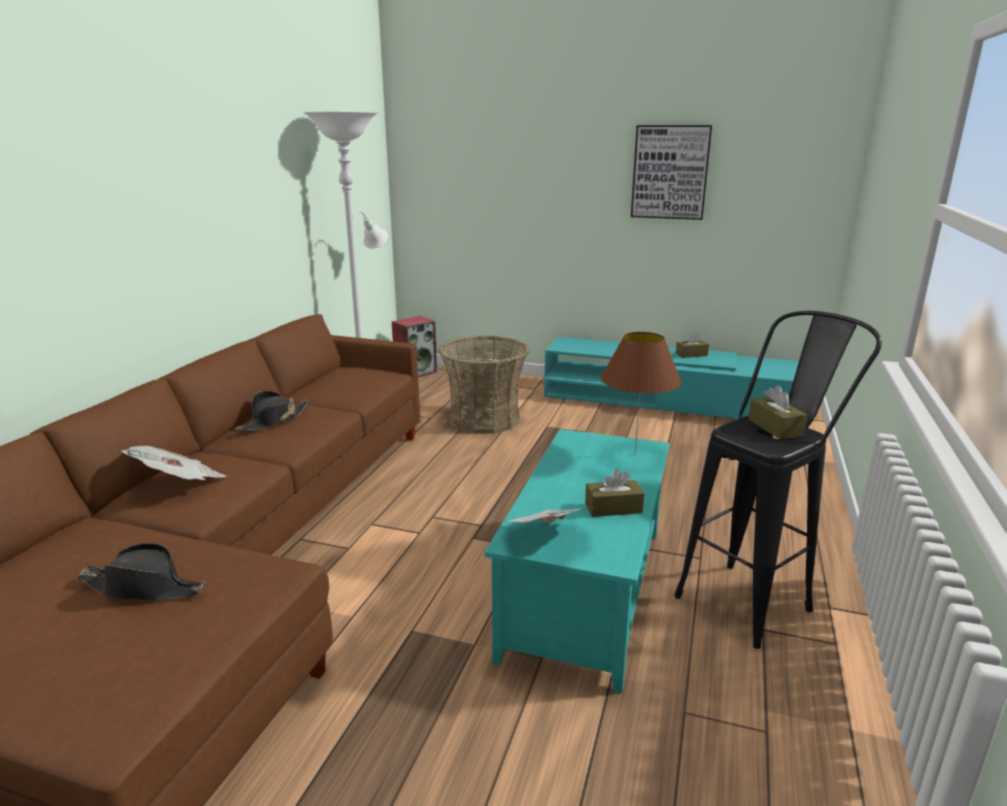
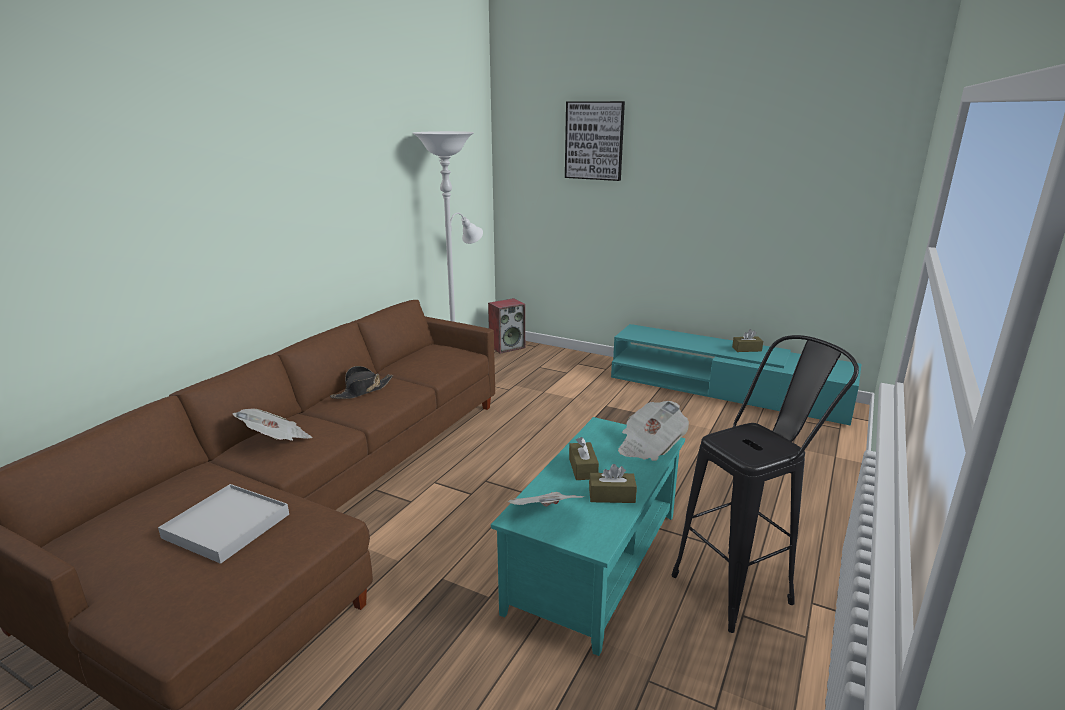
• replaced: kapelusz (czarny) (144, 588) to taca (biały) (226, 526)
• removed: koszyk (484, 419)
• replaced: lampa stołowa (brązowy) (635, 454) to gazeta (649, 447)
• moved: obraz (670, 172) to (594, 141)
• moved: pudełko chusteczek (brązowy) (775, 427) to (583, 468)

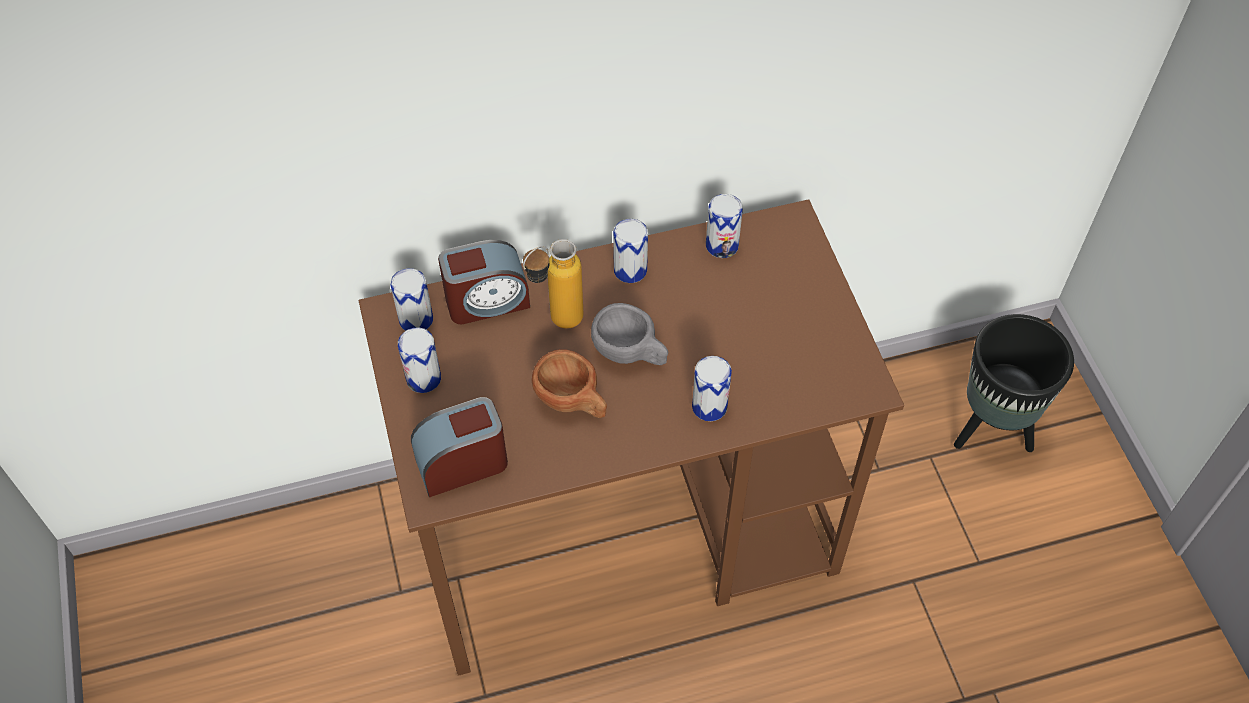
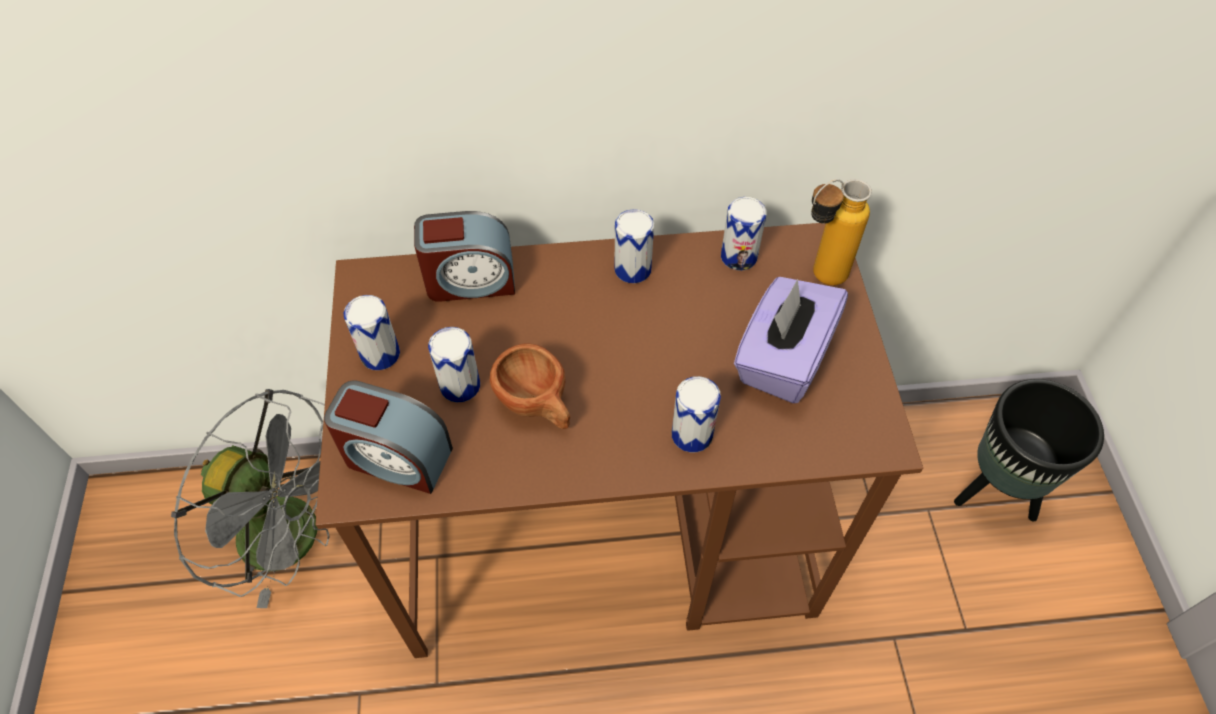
• moved: puszka (416, 319) to (460, 385)
• turned: budzik (462, 463) = (396, 457) 150 degrees counterclockwise
• moved: butelka (555, 323) to (817, 279)
• removed: filiżanka (szary) (631, 353)
• added: wentylator (szary) (296, 538)
• added: pudełko chusteczek (fioletowy) (782, 358)

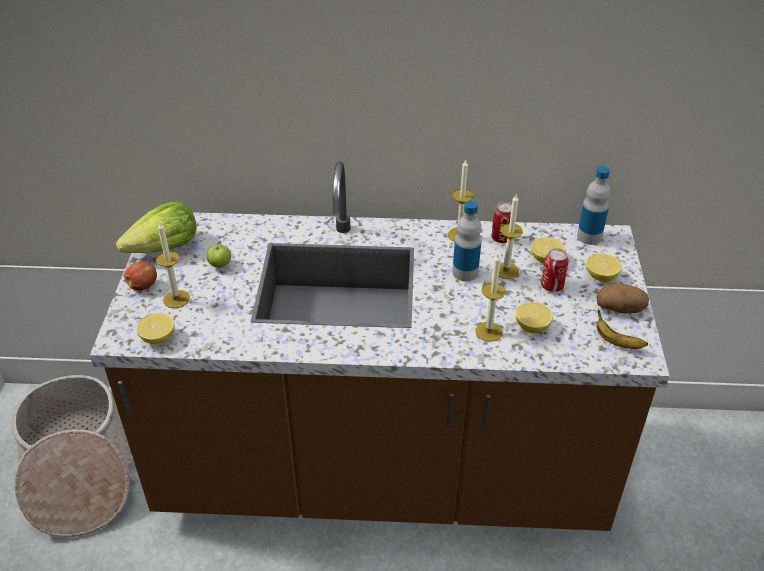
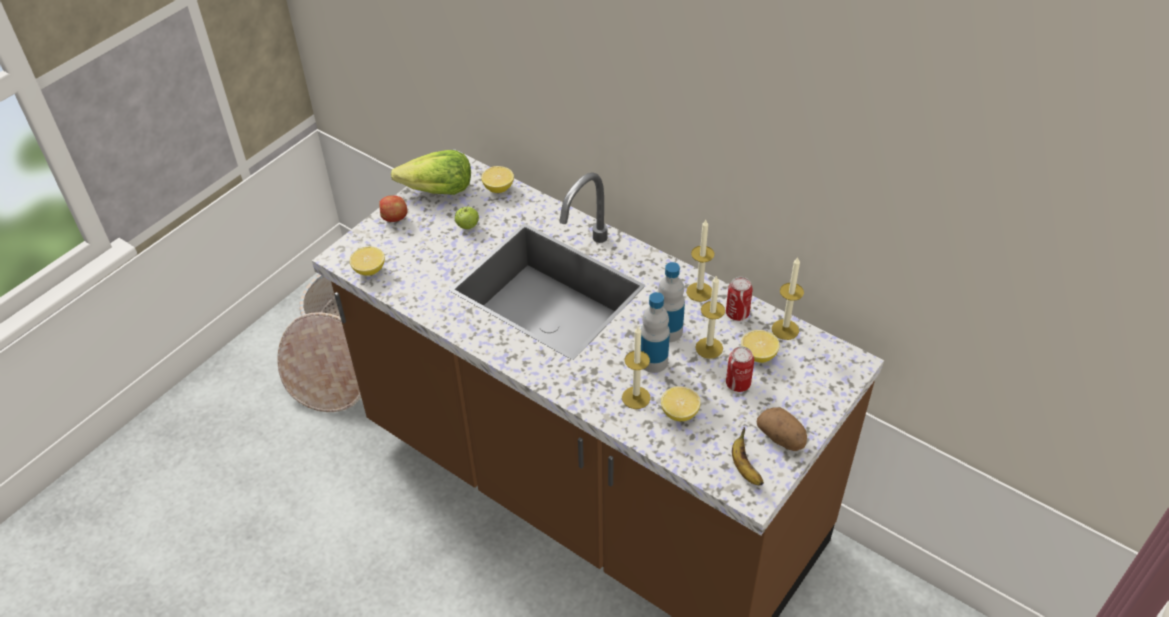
• moved: świeca (176, 299) to (785, 329)
• moved: butelka (589, 237) to (653, 361)
• moved: cytryna (601, 276) to (498, 188)

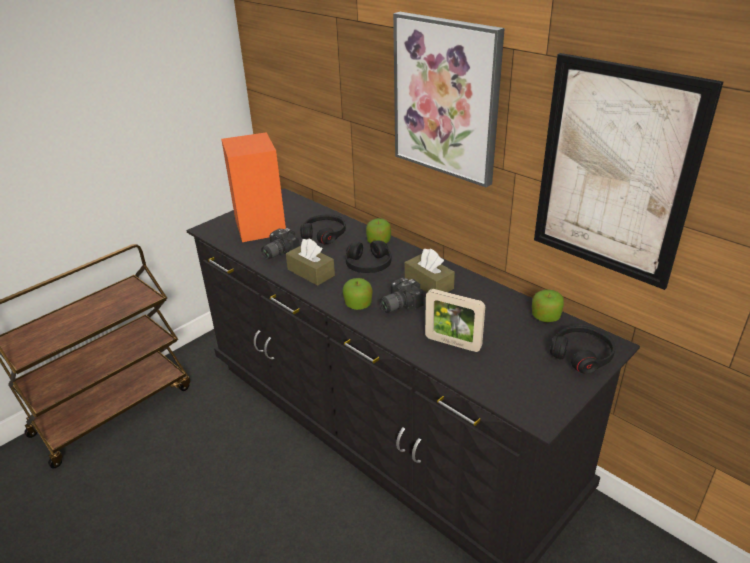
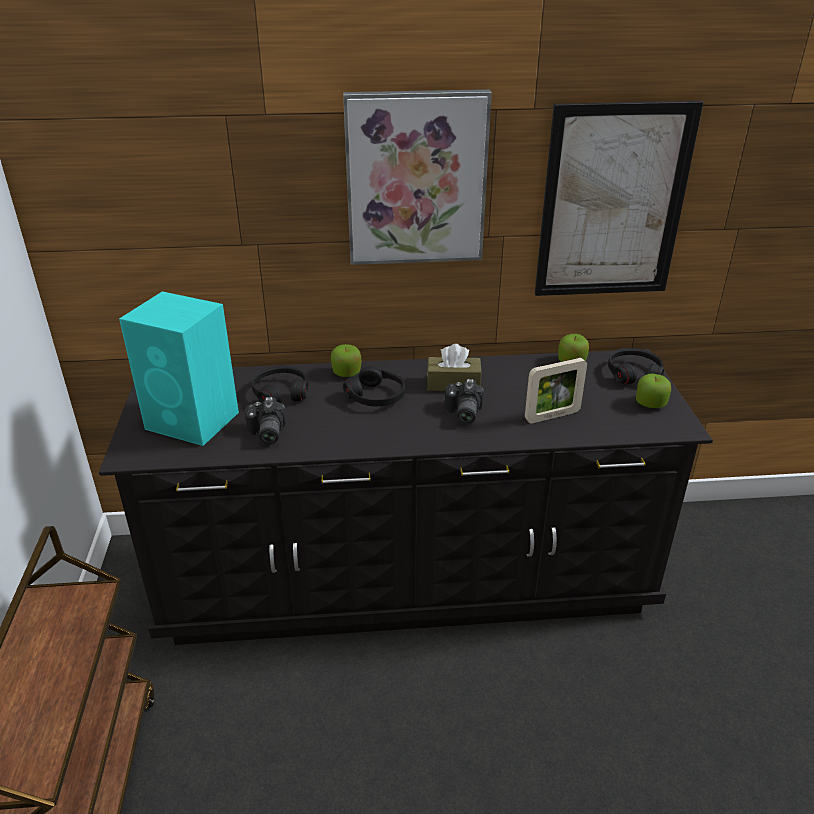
• recoloured: głośnik (pomarańczowy) (260, 227) to głośnik (turkusowy) (194, 421)
• removed: pudełko chusteczek (brązowy) (311, 272)
• moved: jabłko (358, 304) to (650, 403)

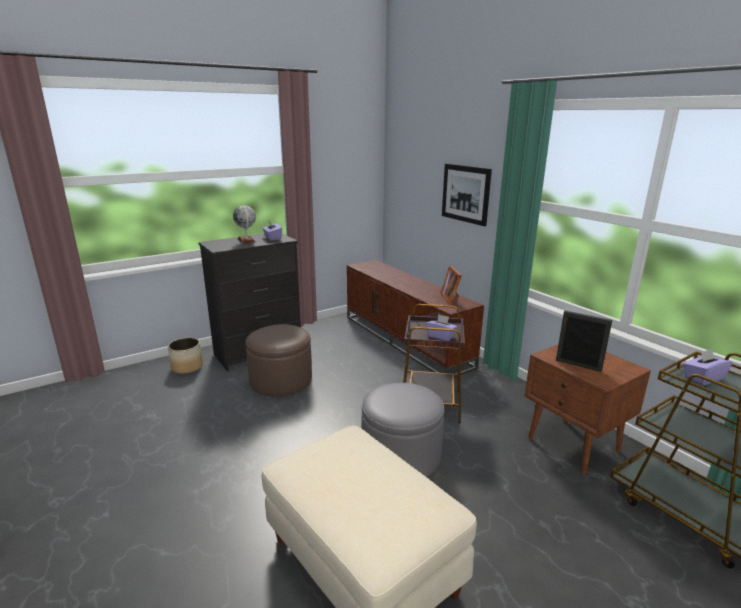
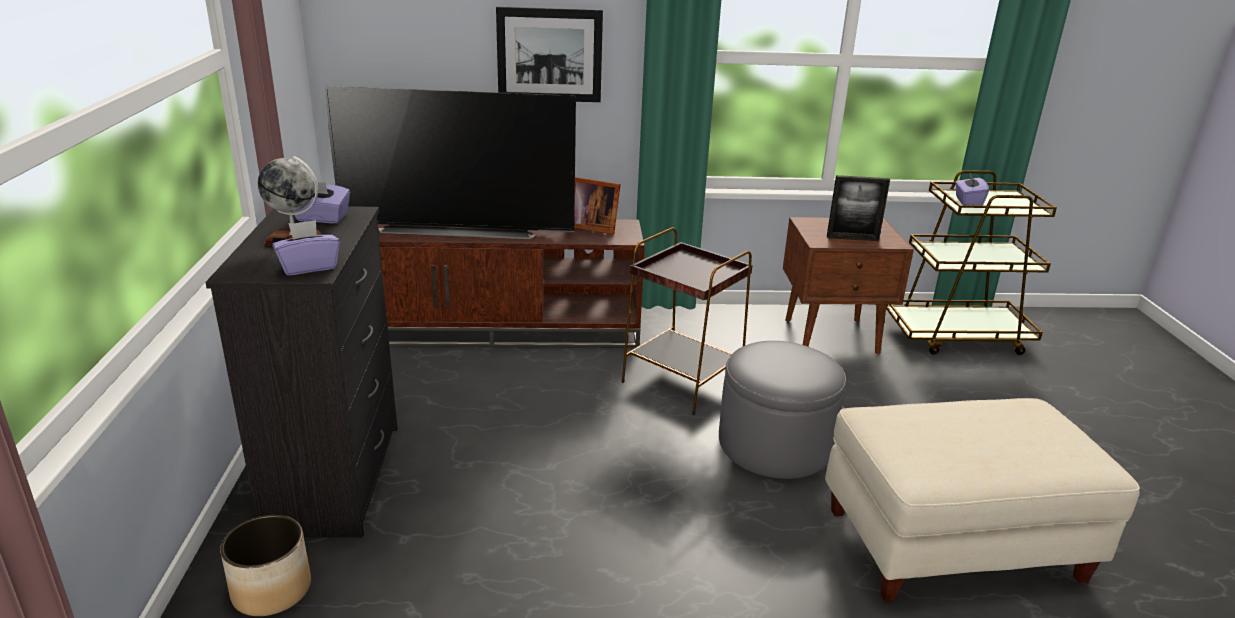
• removed: pufa (brązowy) (281, 380)
• moved: pudełko chusteczek (fioletowy) (441, 336) to (309, 267)
• turned: ramka na zdjęcie (578, 365) = (852, 238) 150 degrees counterclockwise
• added: telewizor (459, 228)

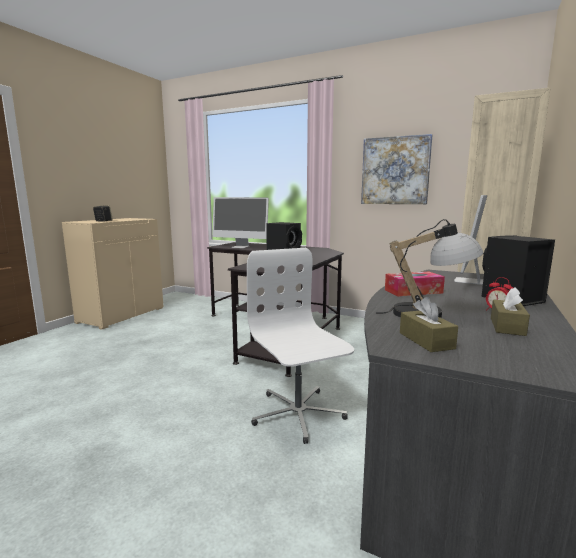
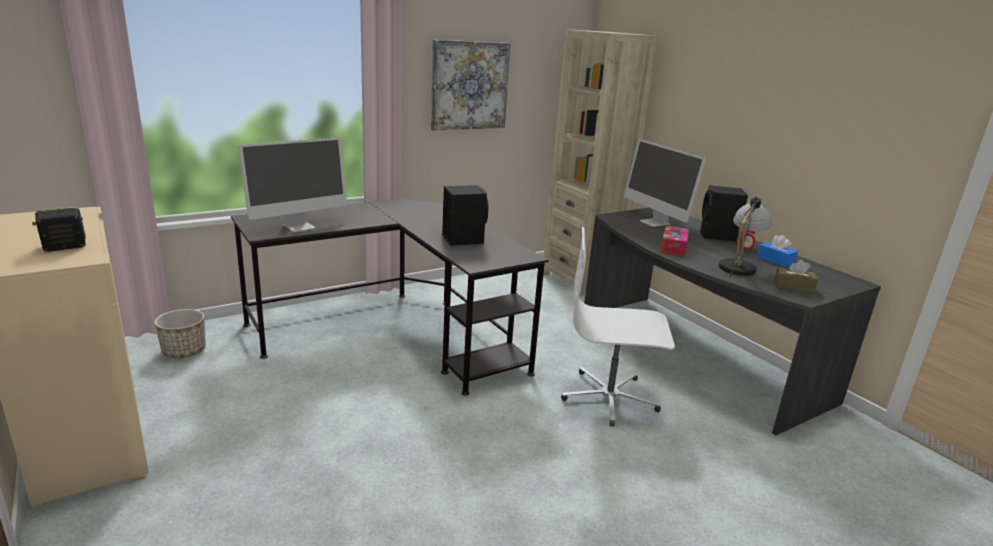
• recoloured: pudełko chusteczek (brązowy) (507, 326) to pudełko chusteczek (niebieski) (775, 261)
• added: donica (184, 351)

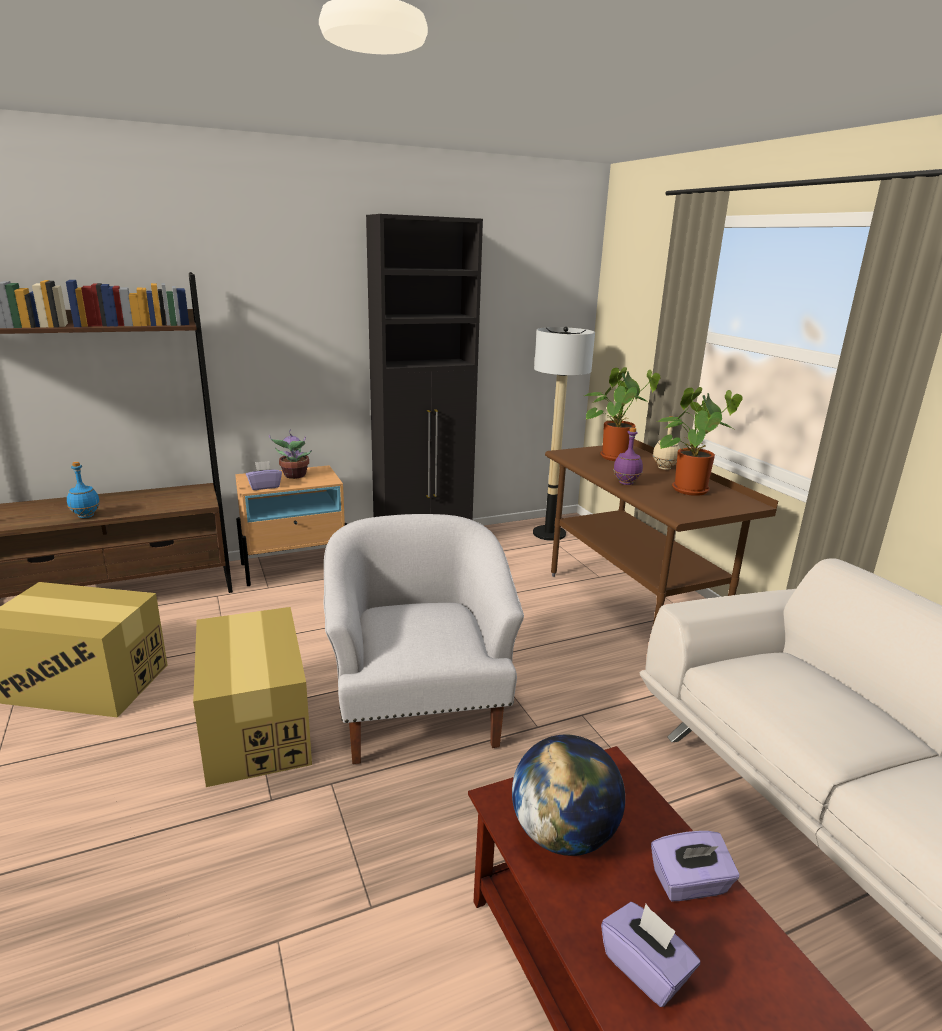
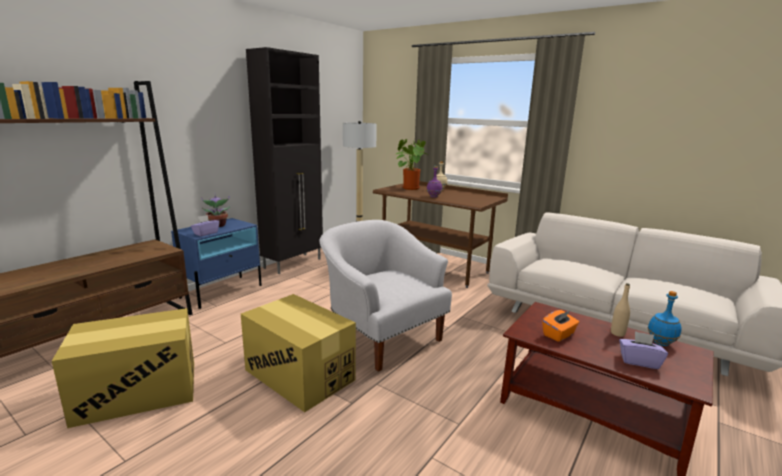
• moved: butelka (niebieski) (86, 516) to (660, 343)
• recoloured: szafka nocna (beżowy) (295, 567) to szafka nocna (niebieski) (222, 291)
• replaced: globus (563, 834) to pudełko chusteczek (pomarańczowy) (559, 335)
• replaced: pudełko chusteczek (fioletowy) (690, 884) to butelka (beżowy) (617, 333)
• removed: roślina doniczkowa (688, 488)

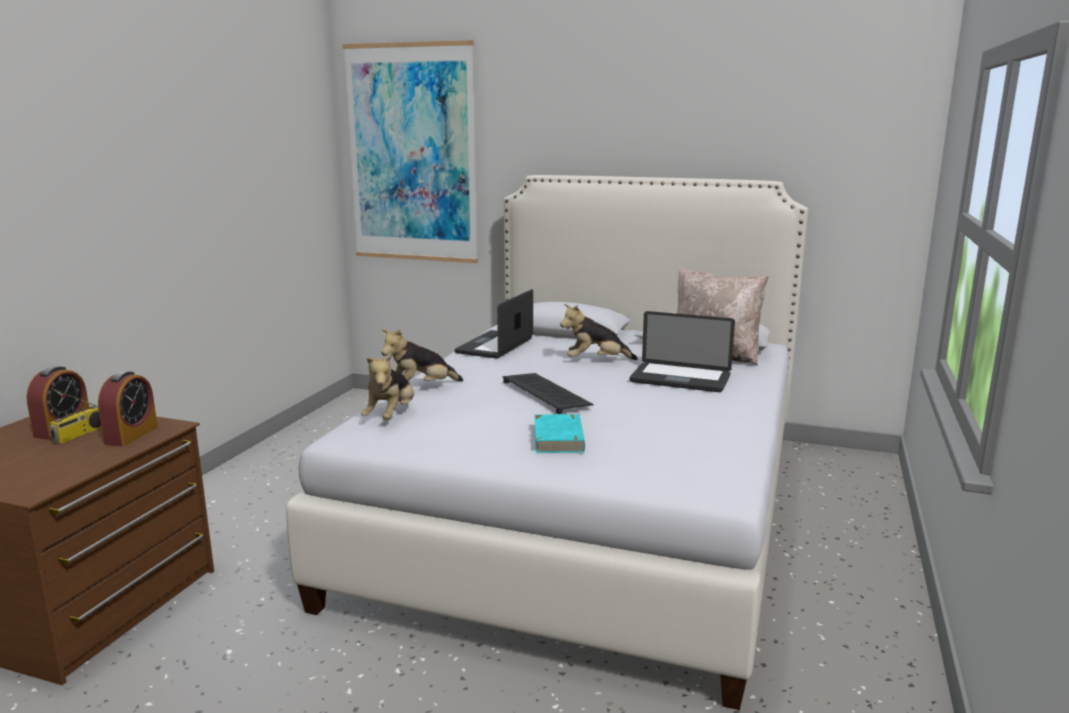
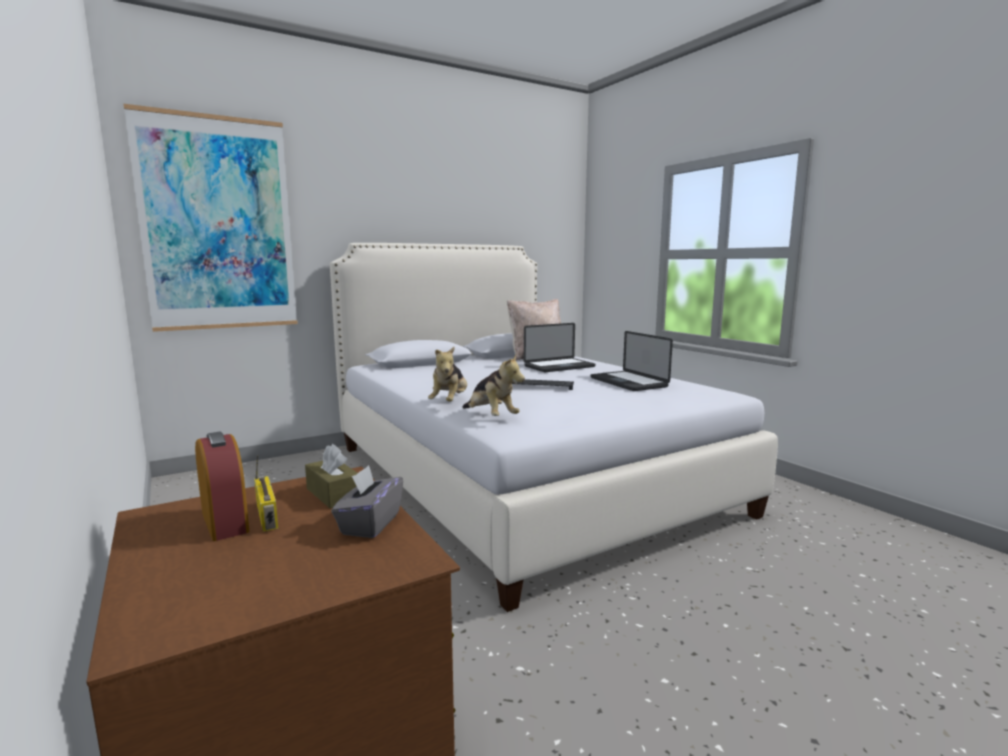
• replaced: budzik (131, 435) to pudełko chusteczek (brązowy) (333, 494)
• moved: laptop (495, 346) to (628, 382)
• removed: książka (turkusowy) (559, 438)
• removed: pluszak (596, 361)
• added: pudełko chusteczek (szary) (370, 524)

